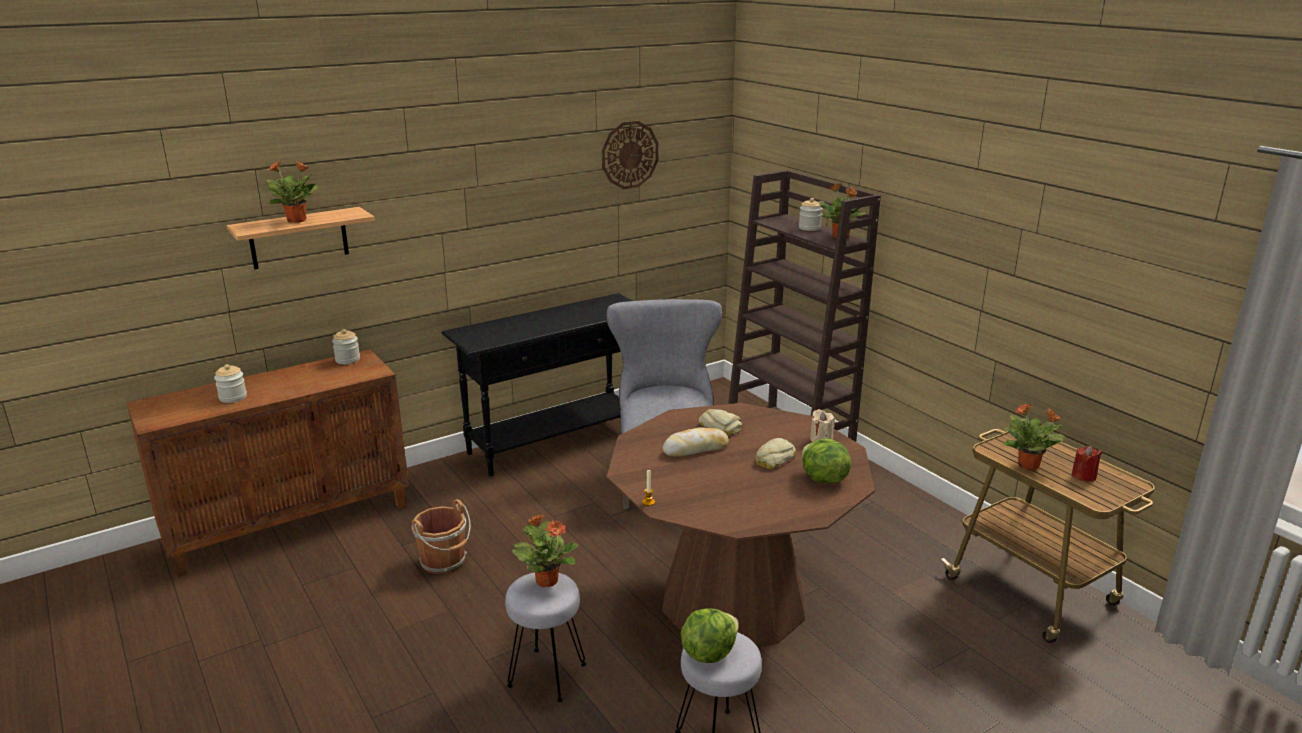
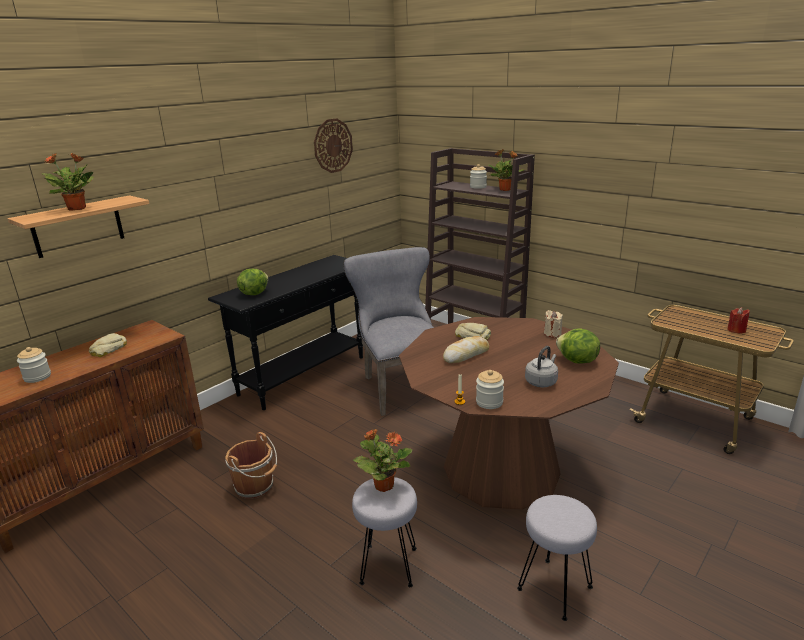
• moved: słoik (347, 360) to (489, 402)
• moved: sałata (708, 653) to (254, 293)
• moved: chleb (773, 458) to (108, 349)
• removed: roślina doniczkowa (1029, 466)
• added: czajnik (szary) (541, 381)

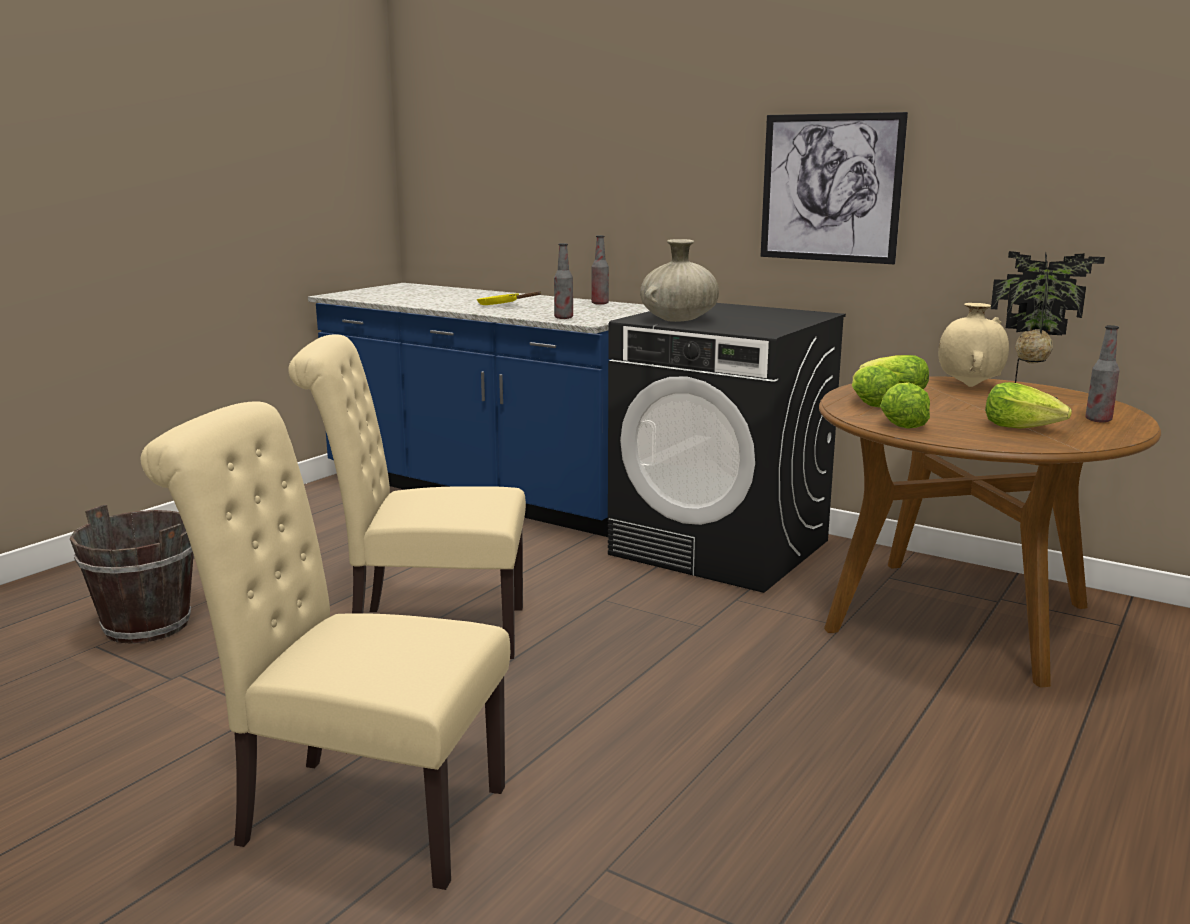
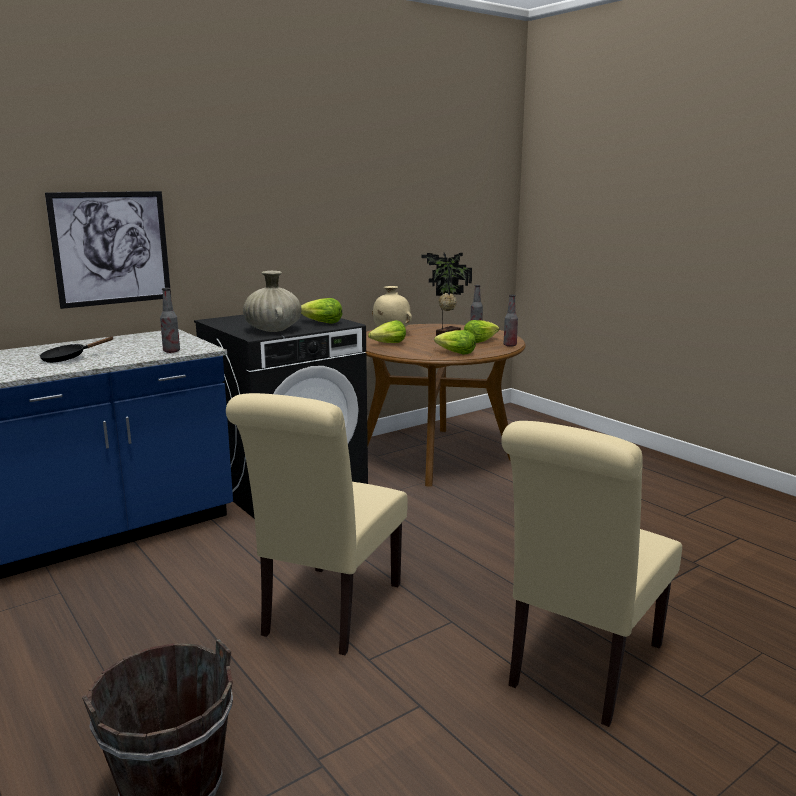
• recoloured: patelnia (żółty) (502, 305) to patelnia (czarny) (68, 358)
• moved: butelka (600, 303) to (510, 345)
• moved: obraz (830, 188) to (111, 248)
• moved: sałata (870, 403) to (321, 323)

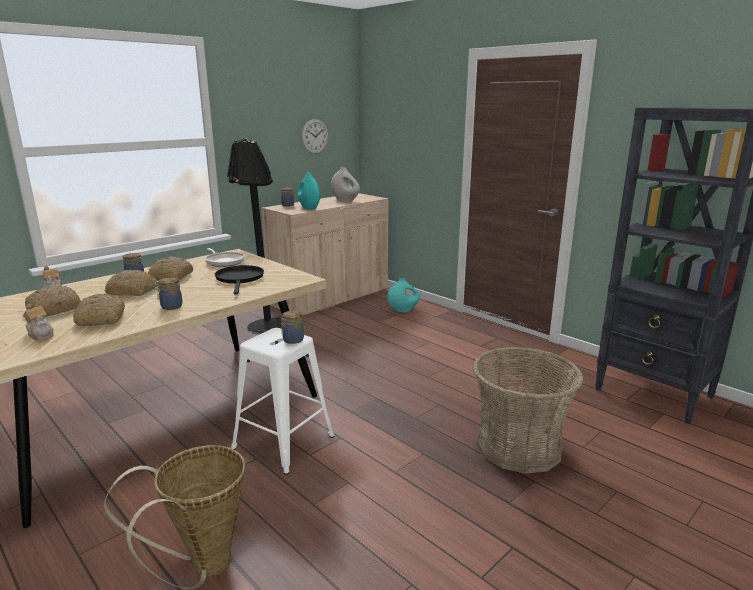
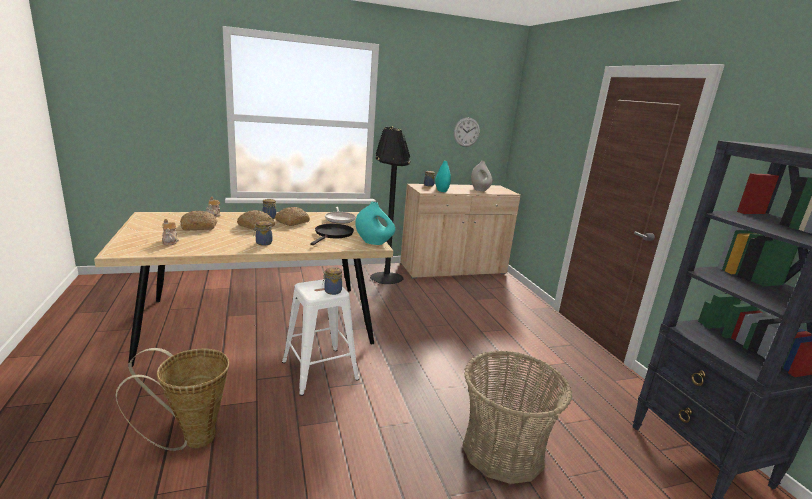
• removed: chleb (100, 318)
• moved: wazon (turkusowy) (403, 310) to (374, 242)

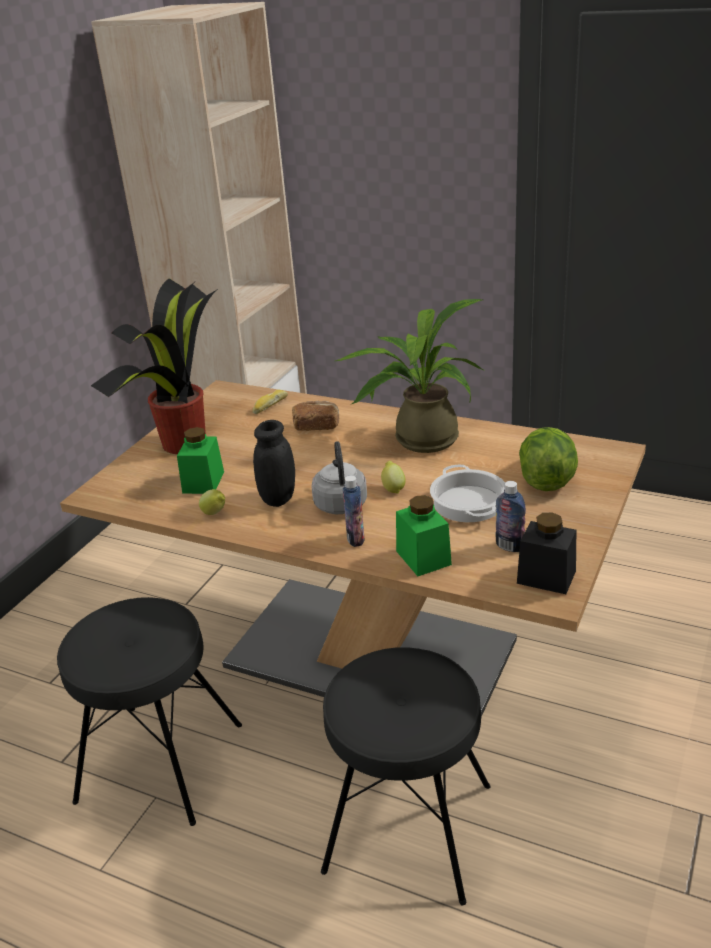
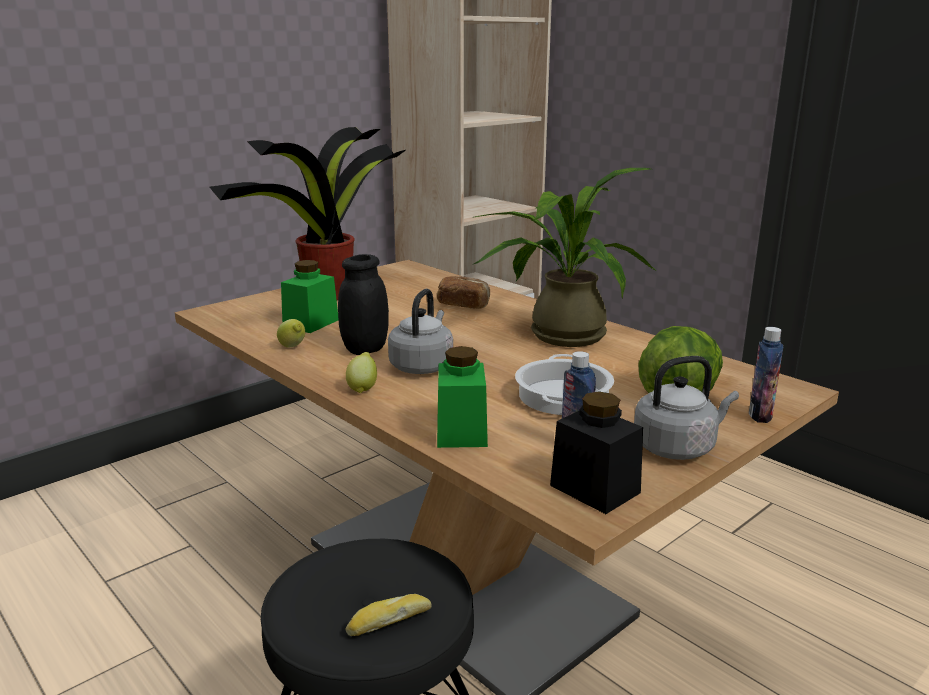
• removed: stołek (czarny) (160, 762)
• moved: chleb (269, 406) to (388, 621)
• moved: butelka (355, 539) to (760, 415)
• moved: cytryna (393, 488) to (362, 388)
• added: czajnik (szary) (677, 447)

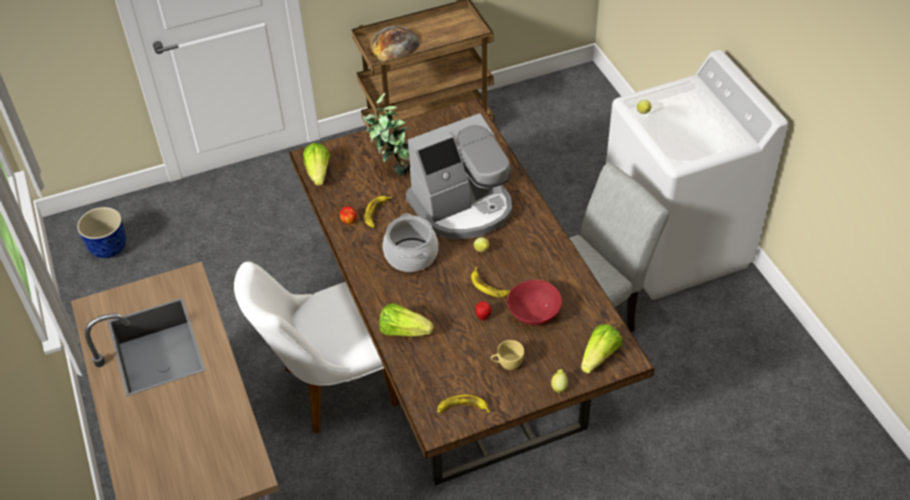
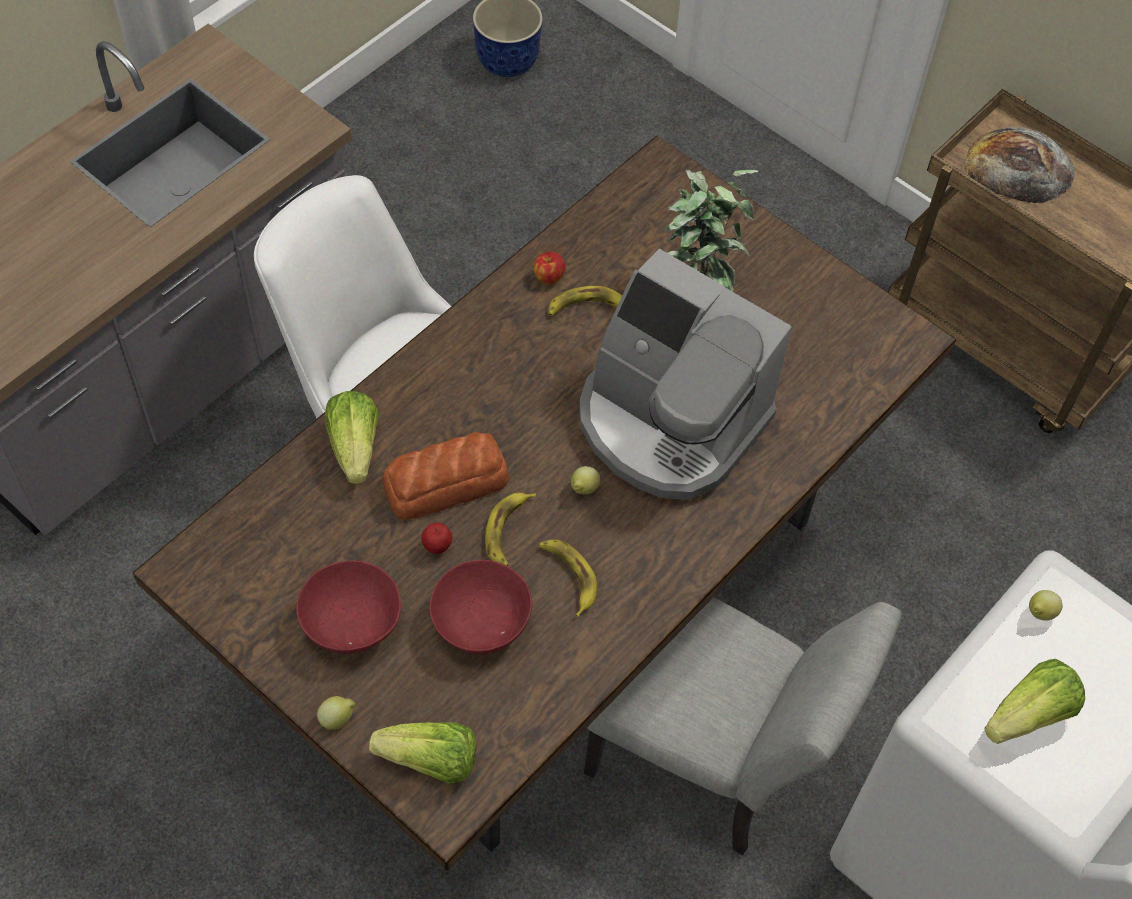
• moved: sałata (318, 173) to (1029, 714)
• removed: garnek (410, 255)
• moved: banan (462, 408) to (568, 576)
• replaced: filiżanka (żółty) (507, 364) to miska (czerwony) (351, 621)
• added: chleb (447, 482)

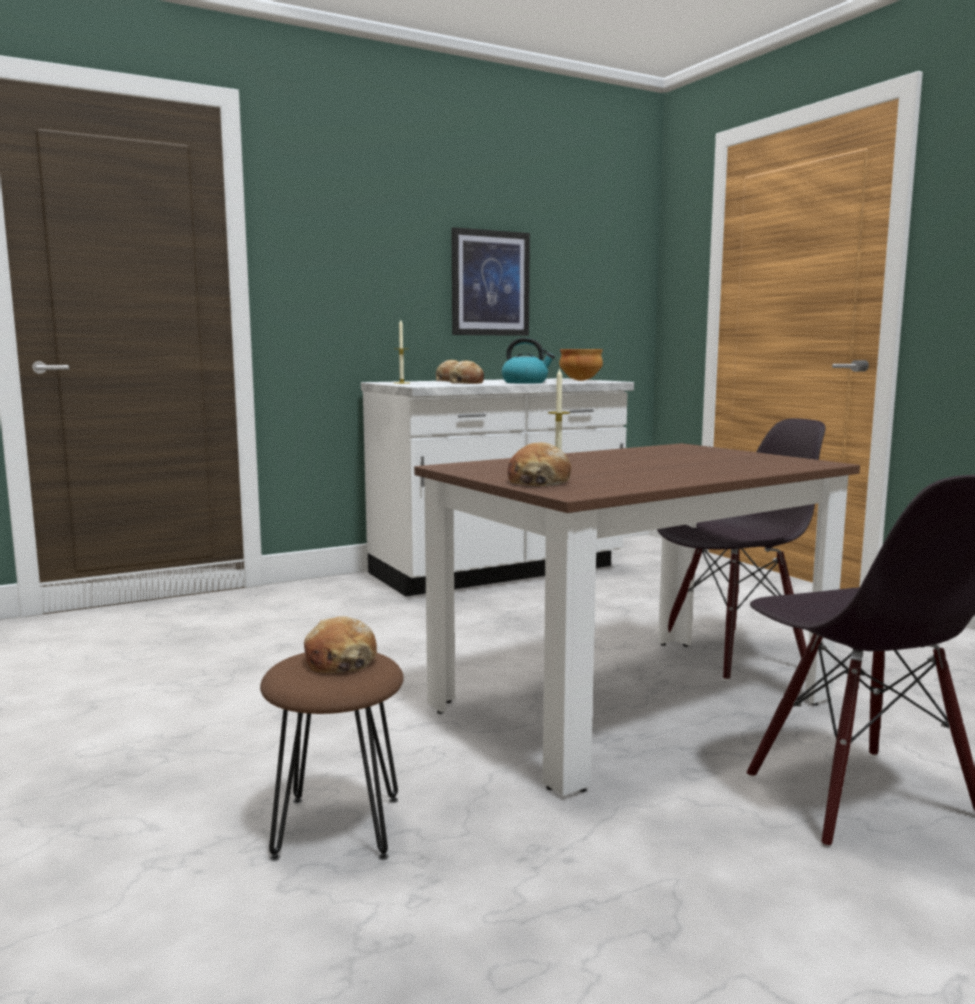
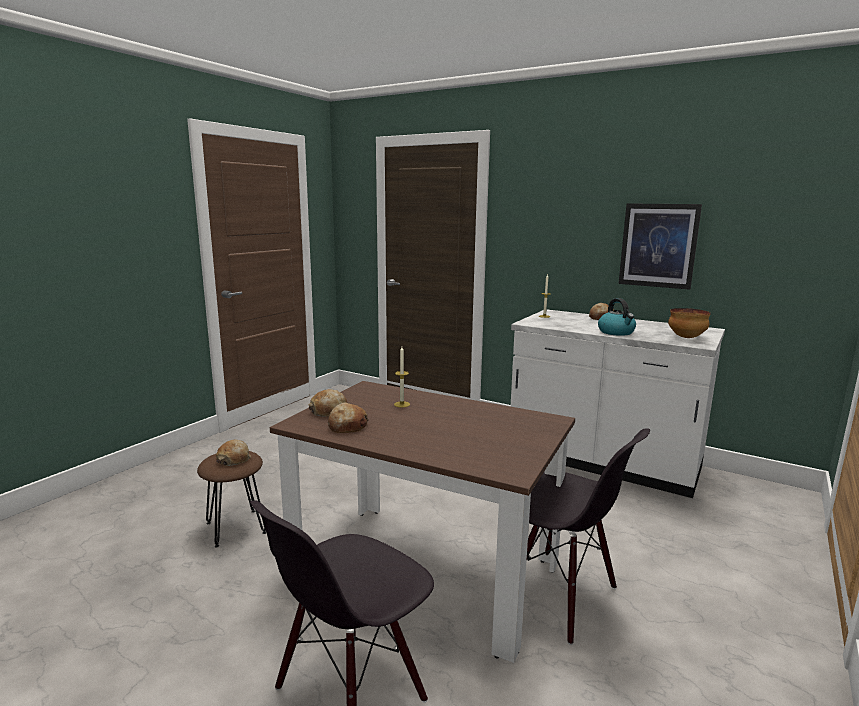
• moved: chleb (466, 383) to (347, 426)

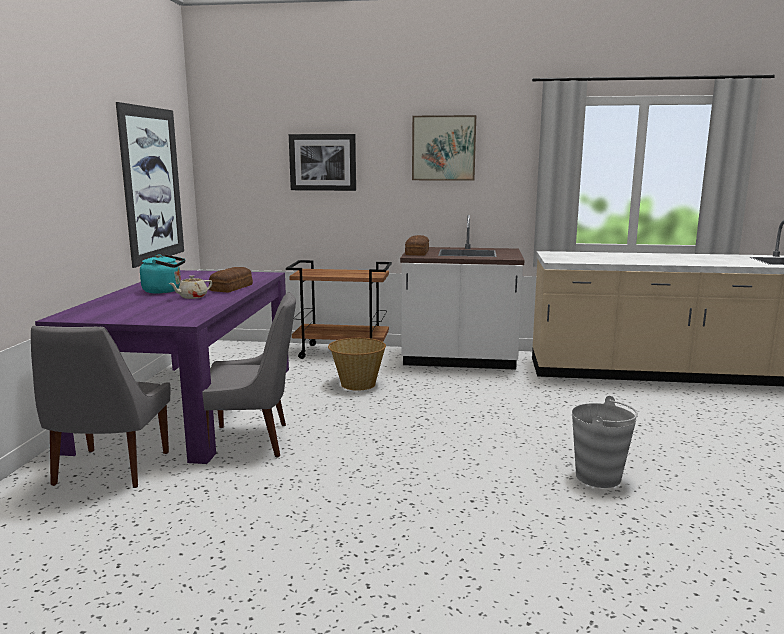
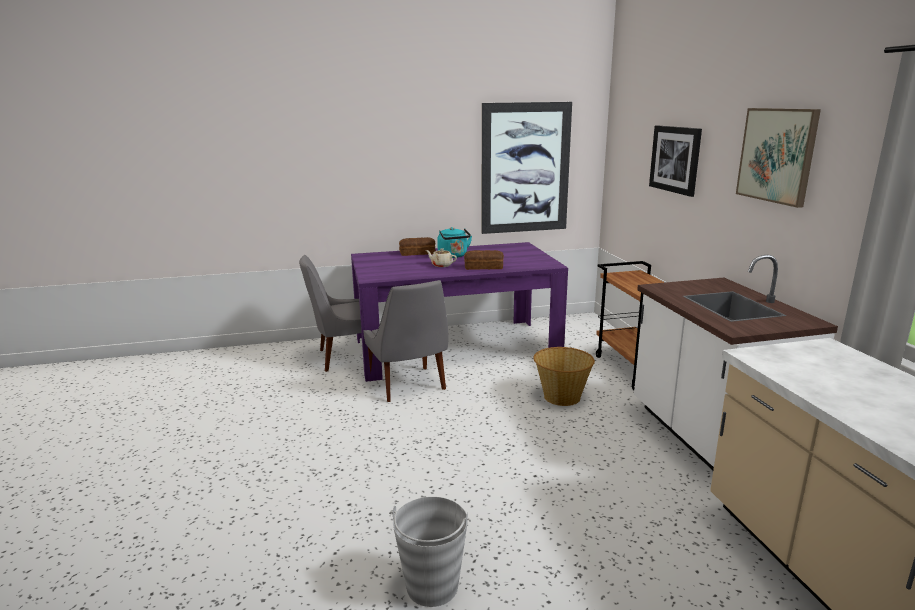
• moved: chleb (418, 252) to (418, 253)

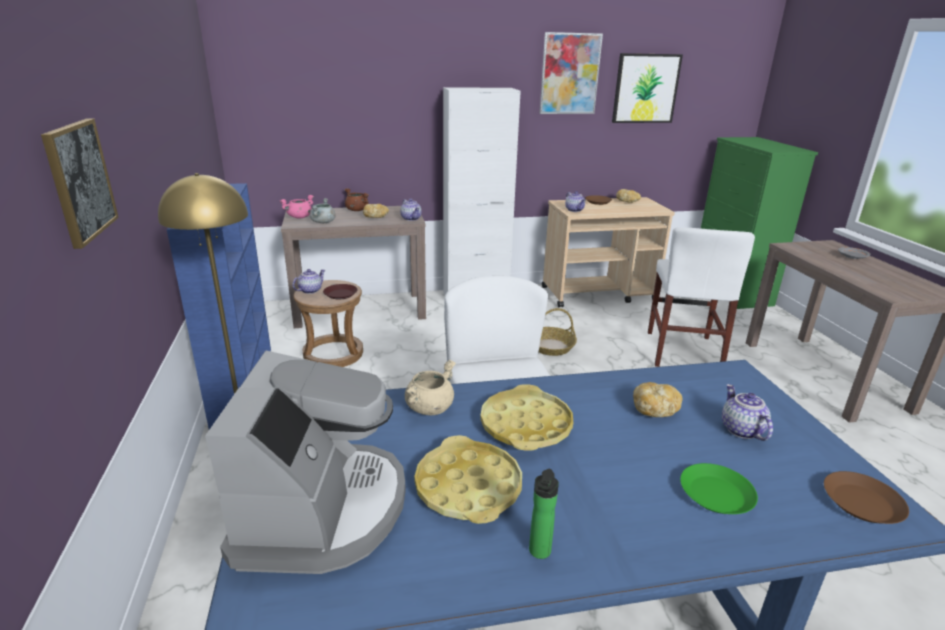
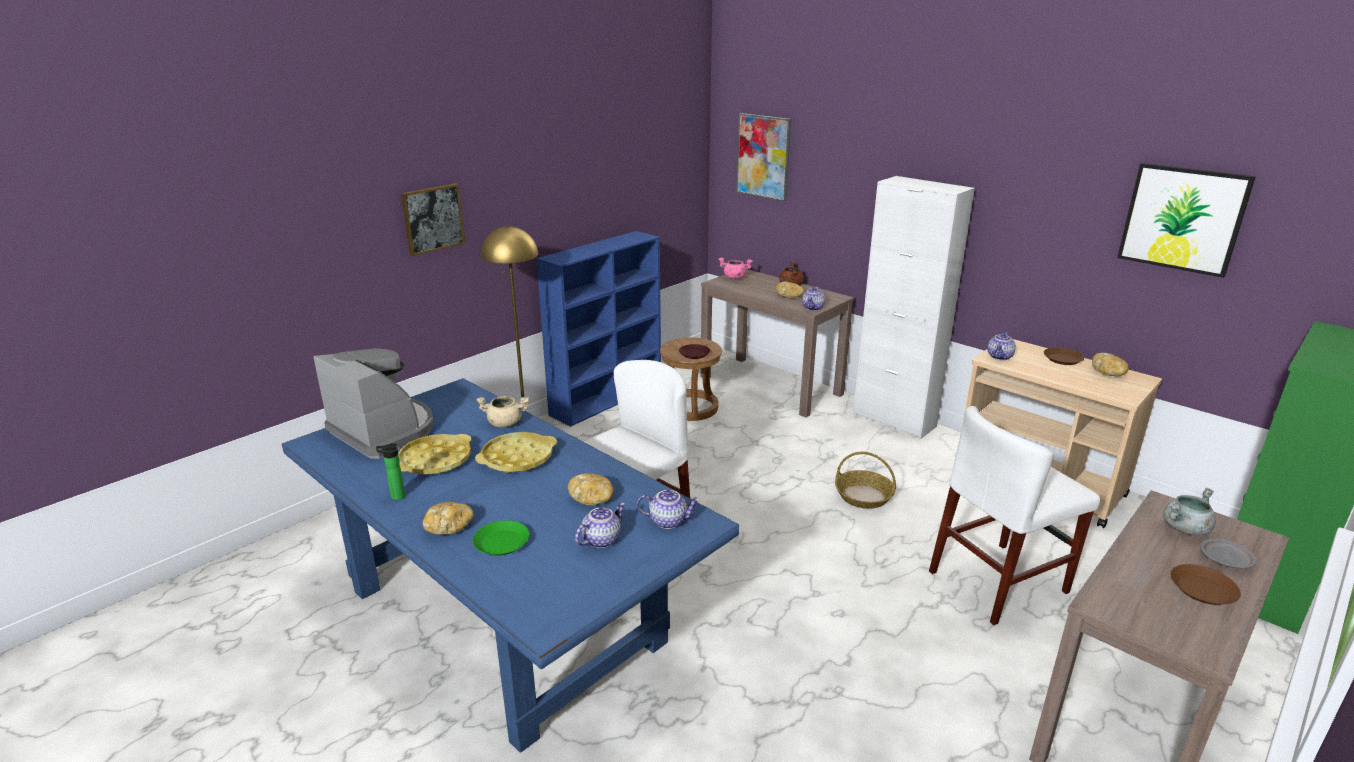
• turned: ekspres do kawy (322, 509) = (384, 431) 105 degrees counterclockwise
• moved: imbryk (310, 290) to (668, 521)
• moved: garnek (szary) (323, 222) to (1185, 529)
• moved: obraz (569, 74) to (763, 157)
• moved: talerz (brązowy) (861, 503) to (1202, 589)
• added: chleb (449, 527)

